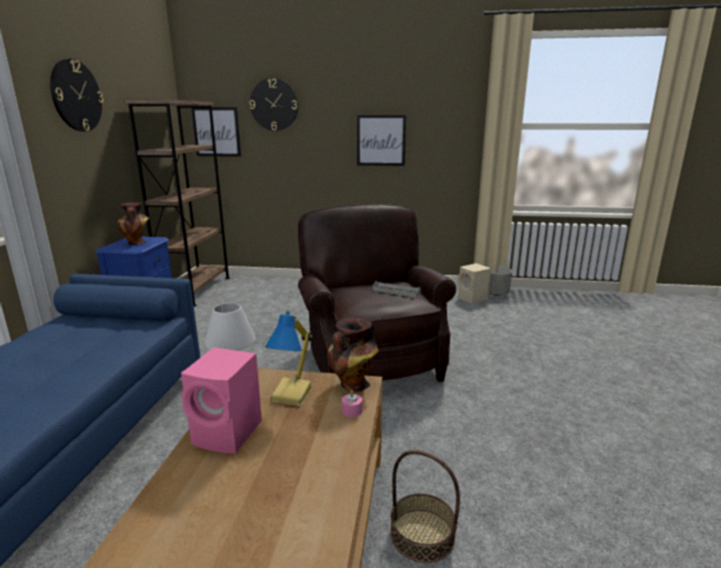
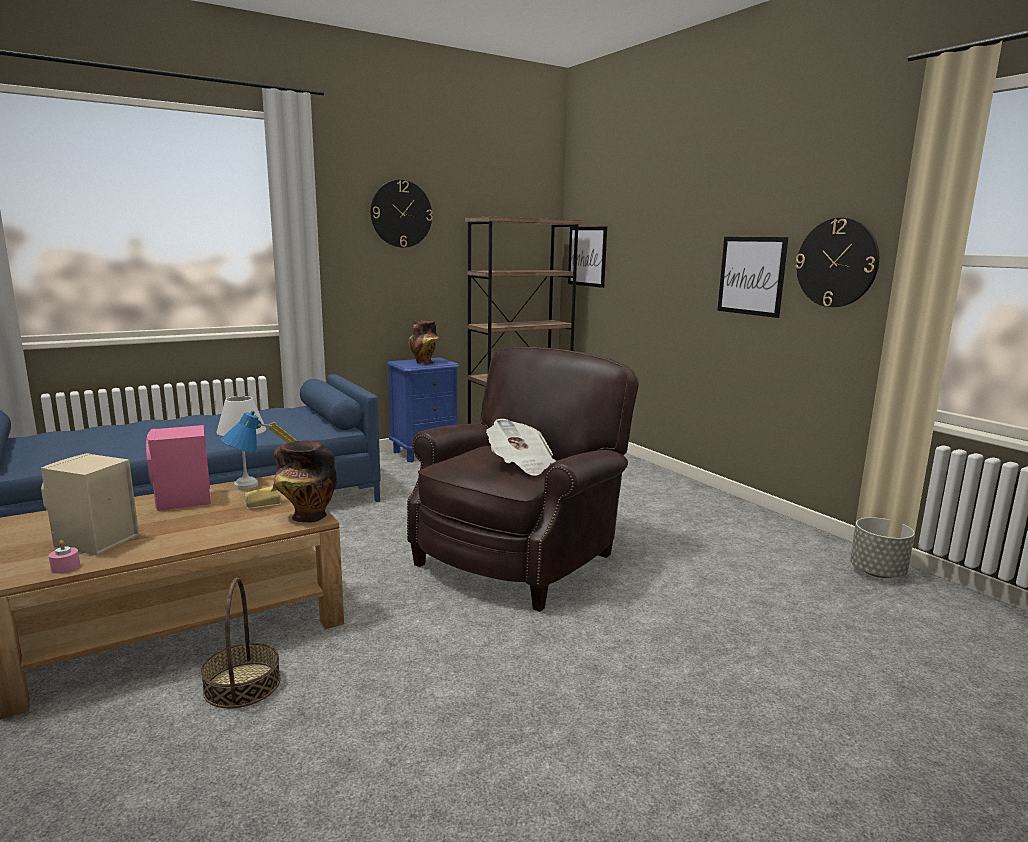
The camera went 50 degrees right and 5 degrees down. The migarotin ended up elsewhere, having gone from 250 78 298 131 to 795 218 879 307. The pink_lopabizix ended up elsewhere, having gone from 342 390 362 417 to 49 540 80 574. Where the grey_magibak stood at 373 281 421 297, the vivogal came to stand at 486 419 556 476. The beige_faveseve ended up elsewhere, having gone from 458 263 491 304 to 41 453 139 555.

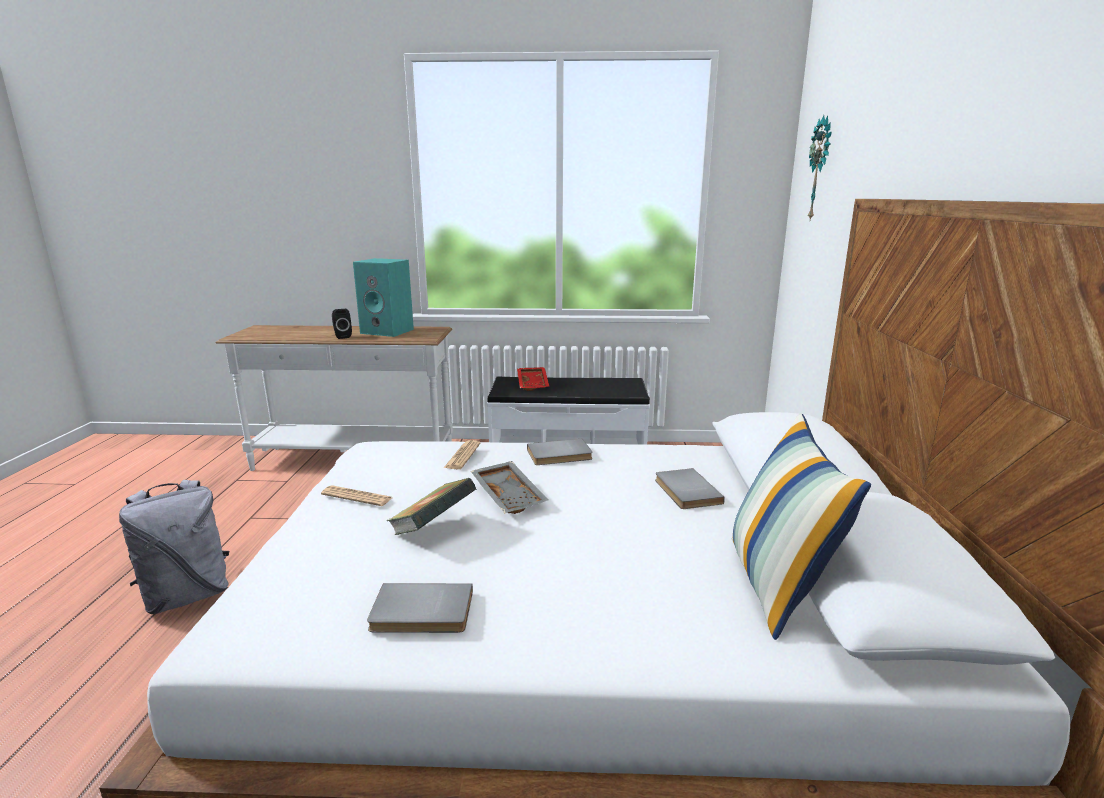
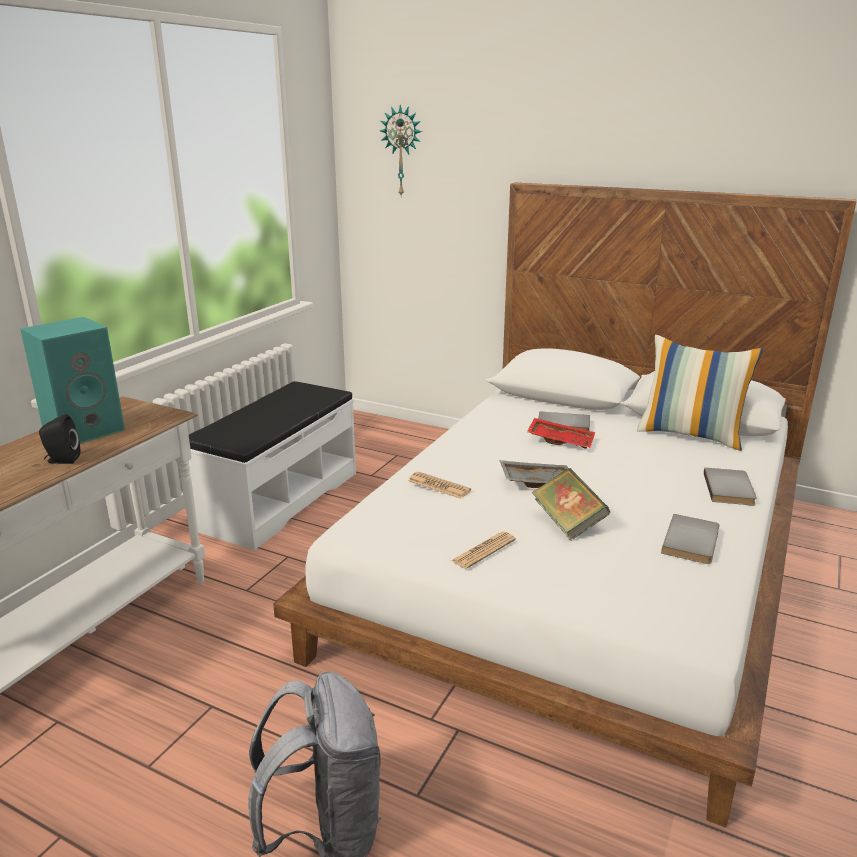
The camera went 65 degrees left and 5 degrees up. The red_magibak ended up elsewhere, having gone from 517 367 549 391 to 527 418 595 449. The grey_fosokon ended up elsewhere, having gone from 527 439 593 465 to 704 468 757 506.

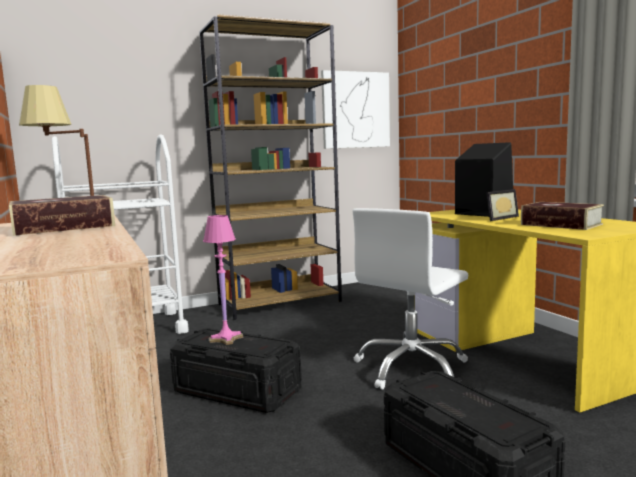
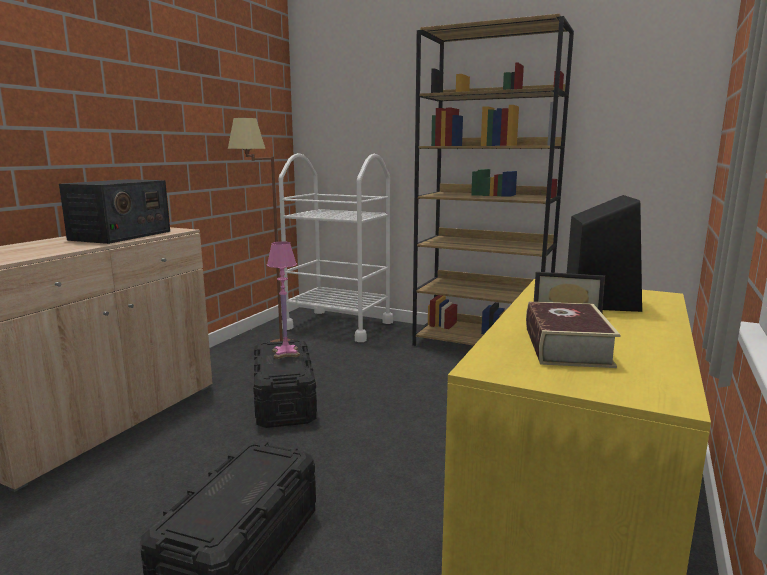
The camera went 50 degrees right and 5 degrees up. Where the fosokon stood at 9 195 115 236, the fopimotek came to stand at 59 179 170 244. The second view lost the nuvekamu at 321 70 390 149. The second view lost the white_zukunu at 353 208 468 390.

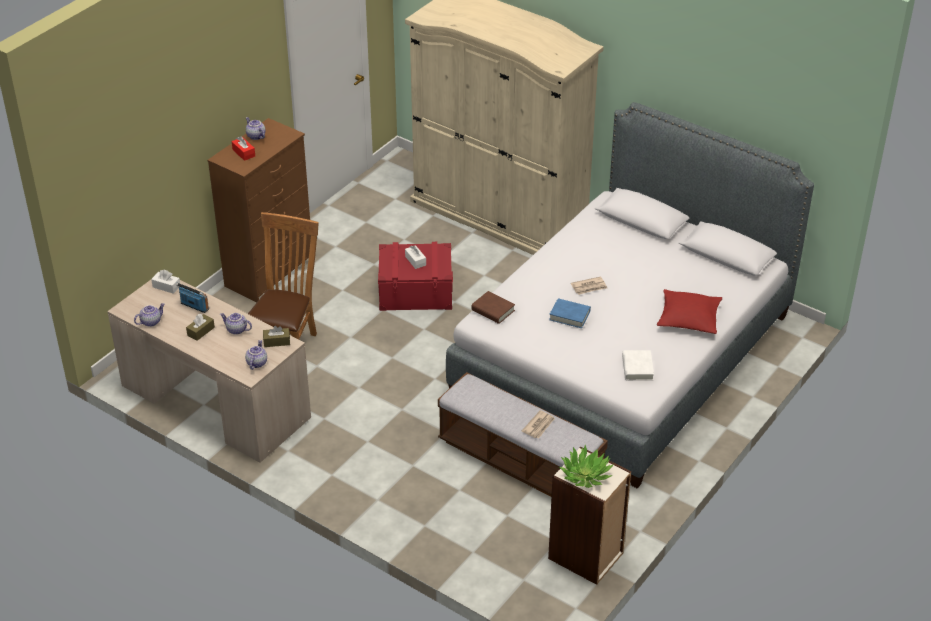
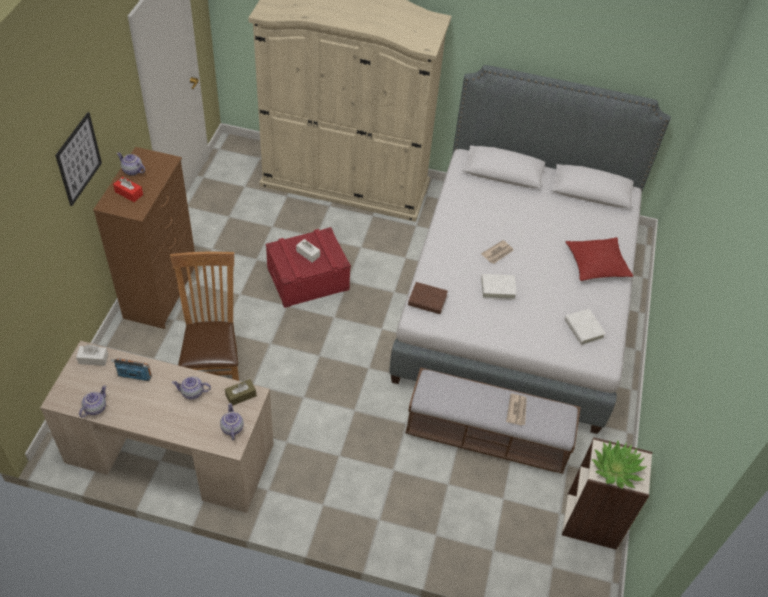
The camera went 25 degrees left and 10 degrees up. The second view lost the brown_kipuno at 186 314 215 341. What was the blue_fosokon at 549 298 591 328 turned into the white_fosokon at 481 274 517 300. The second view gained the nuvekamu at 55 112 102 206.

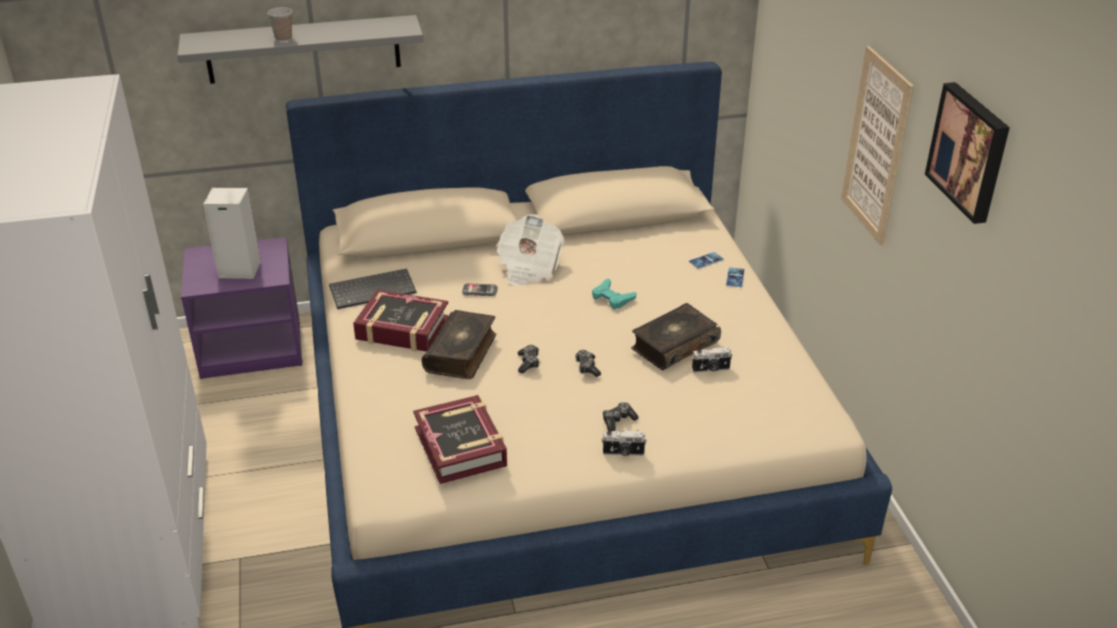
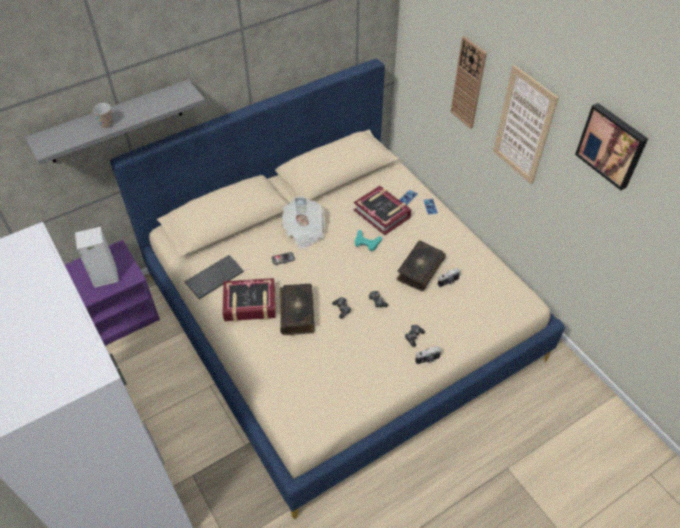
The camera went 20 degrees left and 15 degrees up. The fosokon ended up elsewhere, having gone from 413 395 507 484 to 354 186 411 235. The second view gained the migarotin at 451 36 487 129.

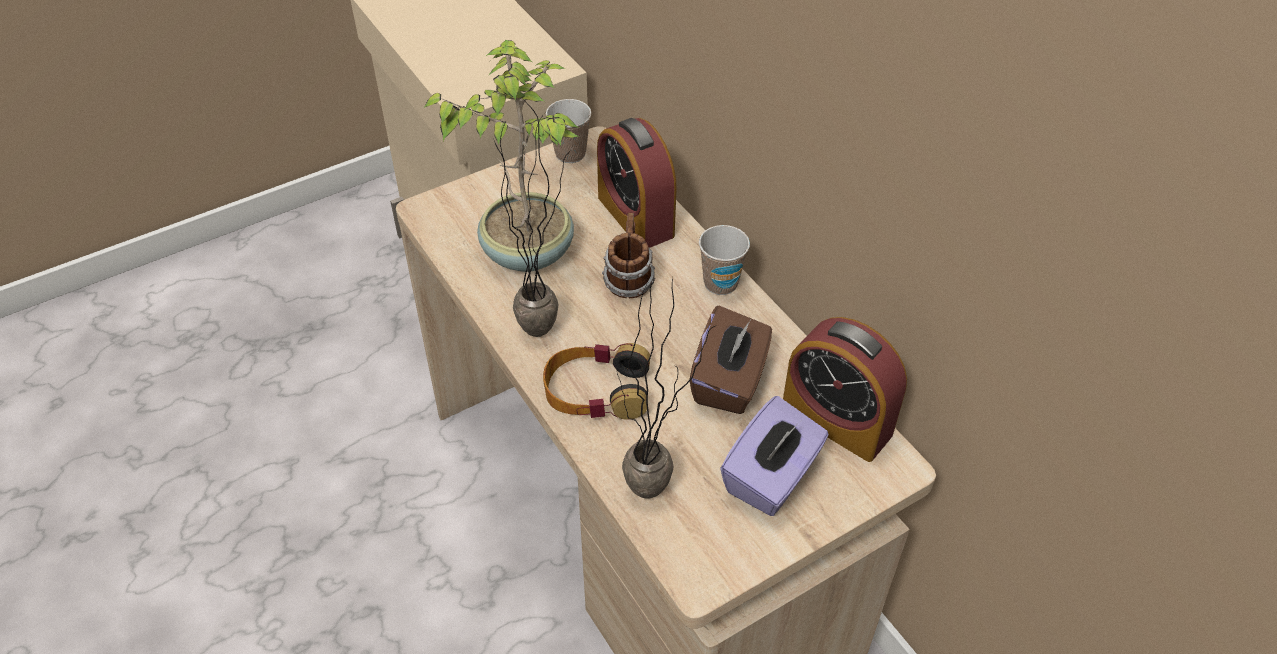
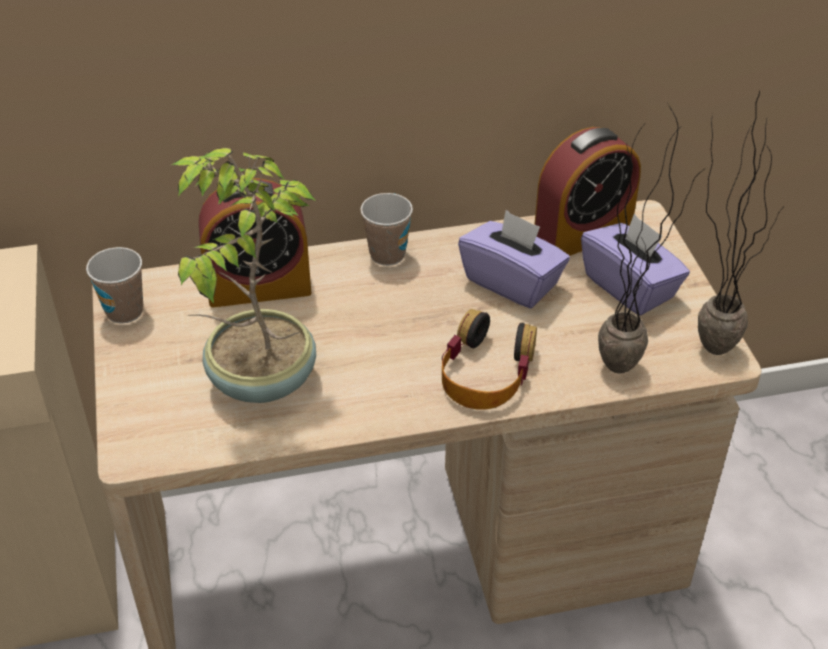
The camera went 70 degrees left and 5 degrees down. The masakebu ended up elsewhere, having gone from 494 98 571 337 to 698 91 785 355. The second view lost the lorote at 602 213 655 299. What was the brown_kipuno at 689 306 772 414 turned into the purple_kipuno at 458 210 570 308.

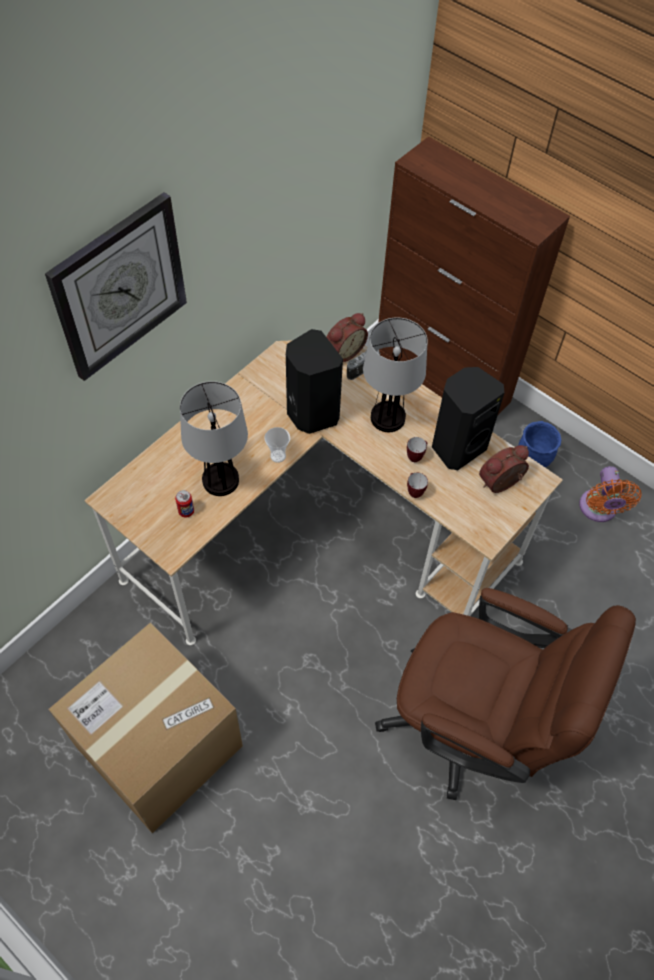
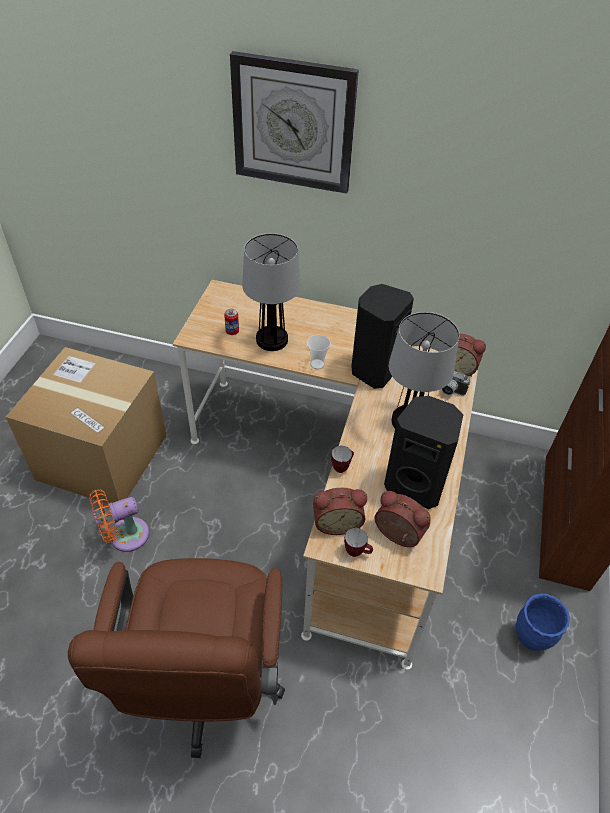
The camera went 65 degrees right and 10 degrees down. The lorote ended up elsewhere, having gone from 407 437 427 462 to 344 528 373 557. The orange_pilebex ended up elsewhere, having gone from 579 466 642 522 to 89 489 149 552. The second view gained the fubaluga at 313 488 367 535.

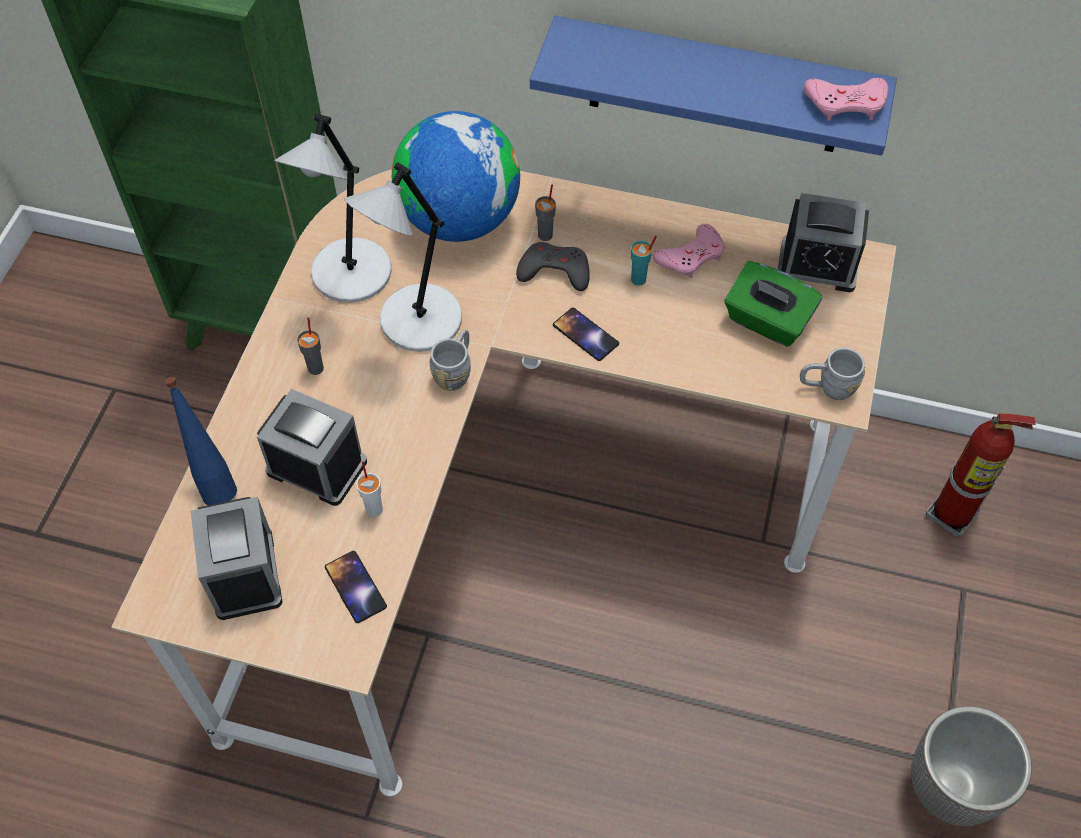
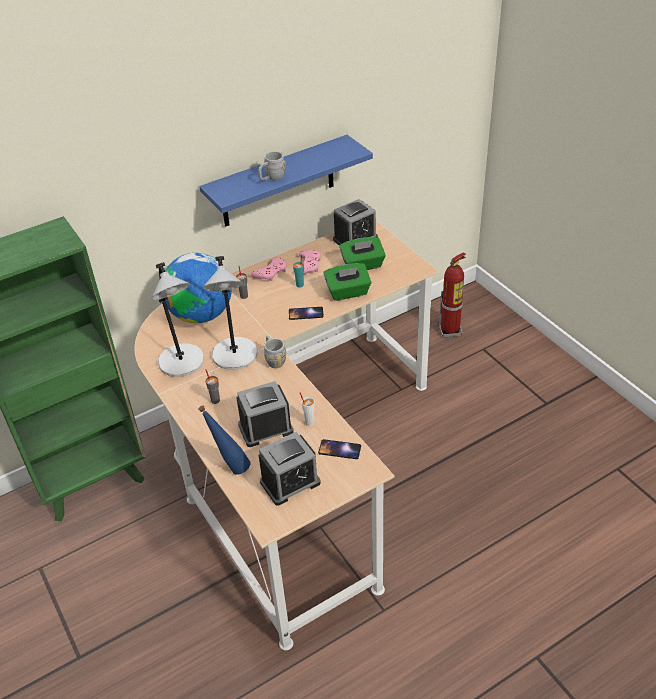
The camera went 45 degrees left and 15 degrees down. The fubaluga at 191 497 282 620 ended up facing another way, 120 degrees clockwise from before. The second view lost the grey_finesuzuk at 516 242 590 291. The grey_lorote ended up elsewhere, having gone from 800 348 865 400 to 258 151 286 181. The pink_finesuzuk ended up elsewhere, having gone from 804 78 888 121 to 251 257 287 281. The second view lost the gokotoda at 911 706 1032 826. The second view gained the green_kipuno at 323 263 372 301.

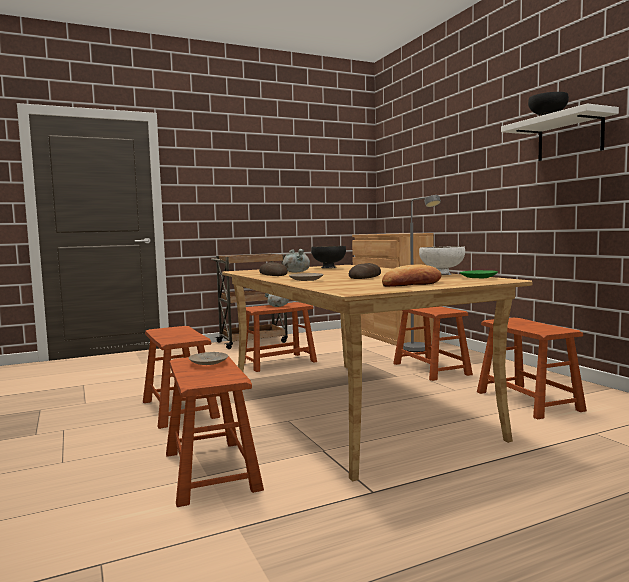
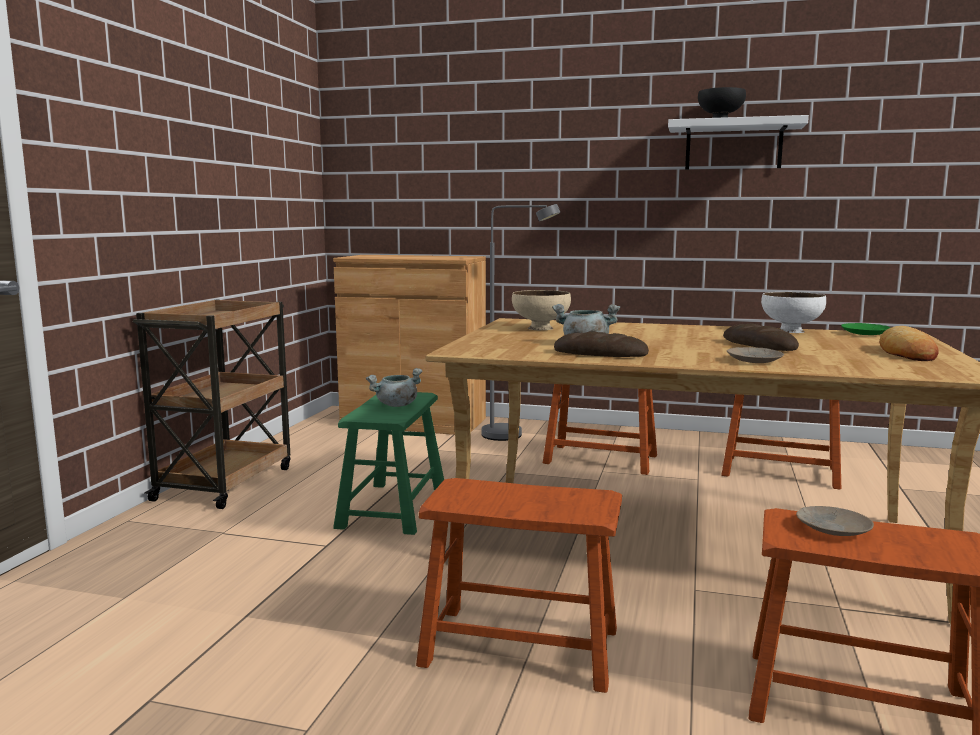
The camera went 50 degrees left and 5 degrees up. What was the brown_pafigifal at 245 302 317 372 turned into the green_pafigifal at 333 392 444 535. What was the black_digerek at 311 246 346 268 turned into the beige_digerek at 512 290 571 330.

